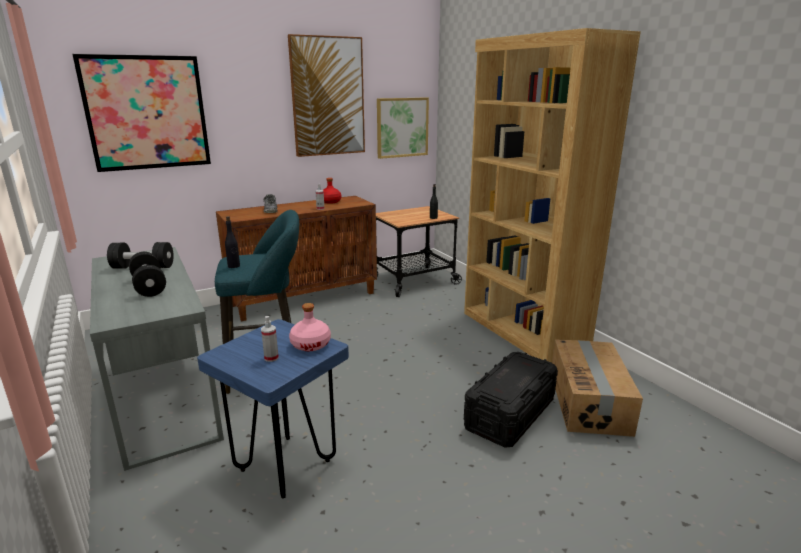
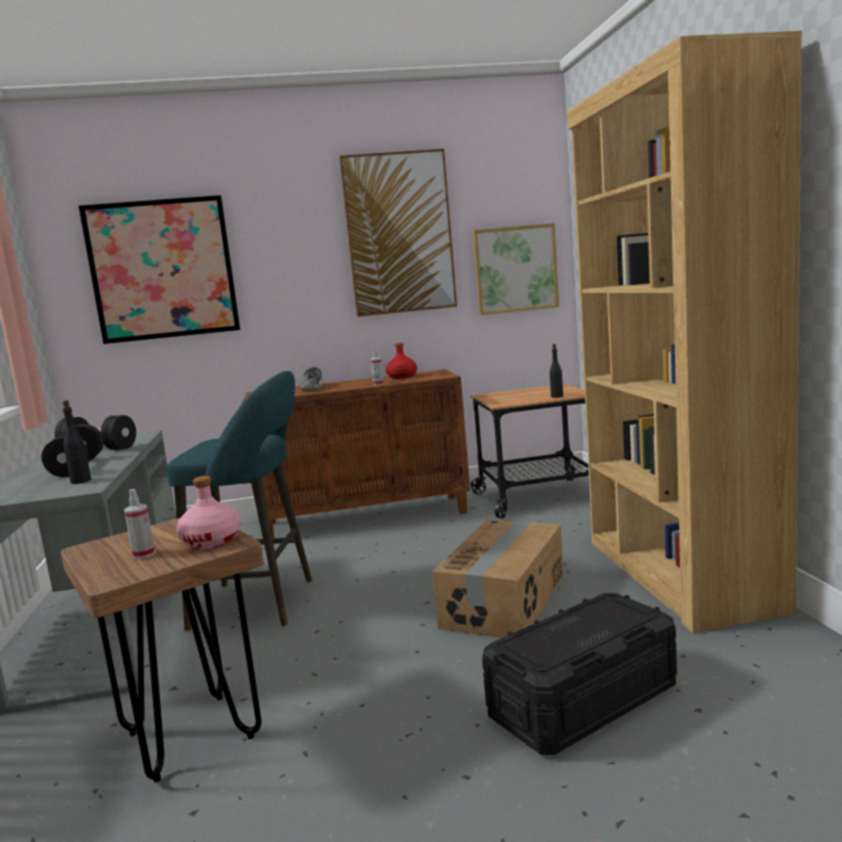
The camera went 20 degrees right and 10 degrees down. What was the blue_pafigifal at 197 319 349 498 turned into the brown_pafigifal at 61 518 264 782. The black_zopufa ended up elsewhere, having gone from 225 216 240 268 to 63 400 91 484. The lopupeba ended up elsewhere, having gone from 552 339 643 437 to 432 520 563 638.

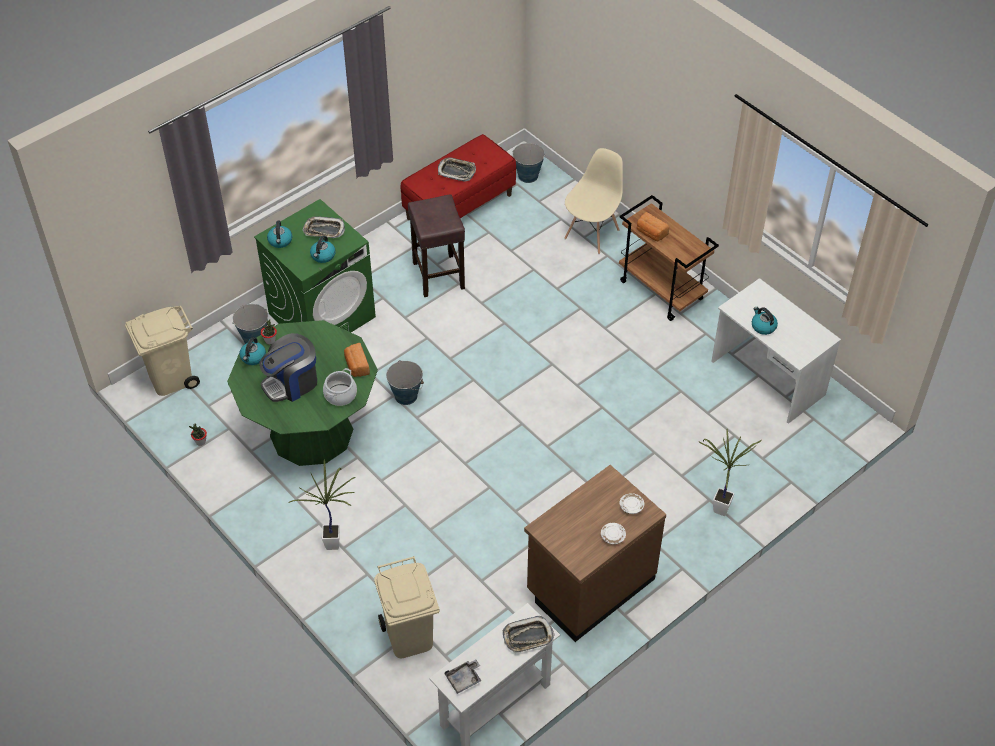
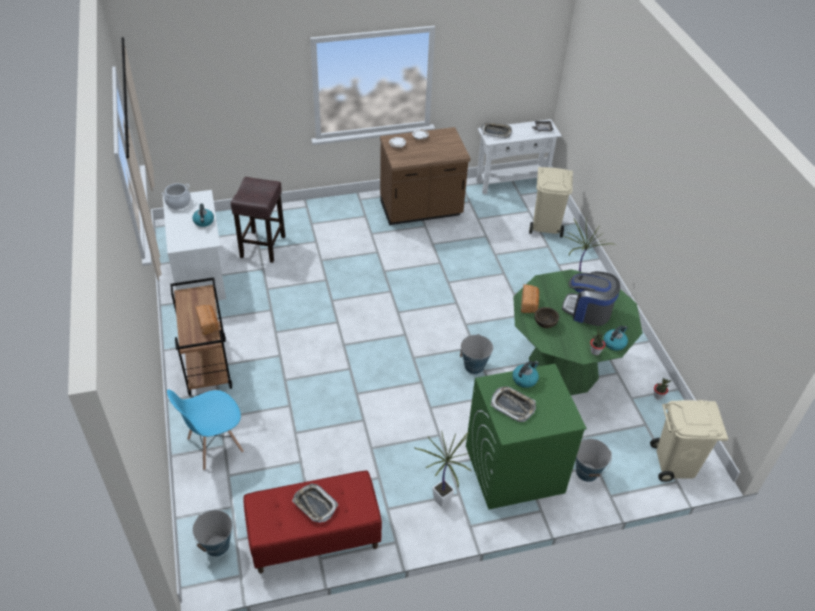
The camera went 155 degrees left and 5 degrees down. The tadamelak at 259 333 317 402 ended up facing another way, 150 degrees counterclockwise from before. The second view lost the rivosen at 267 221 292 248. The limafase ended up elsewhere, having gone from 323 368 357 406 to 162 183 191 209. The brown_pafigifal ended up elsewhere, having gone from 408 194 465 297 to 231 177 285 263. What was the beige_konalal at 564 148 623 254 turned into the blue_konalal at 167 389 244 470. The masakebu ended up elsewhere, having gone from 699 429 762 516 to 414 430 472 508. The second view gained the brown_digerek at 535 307 559 328.

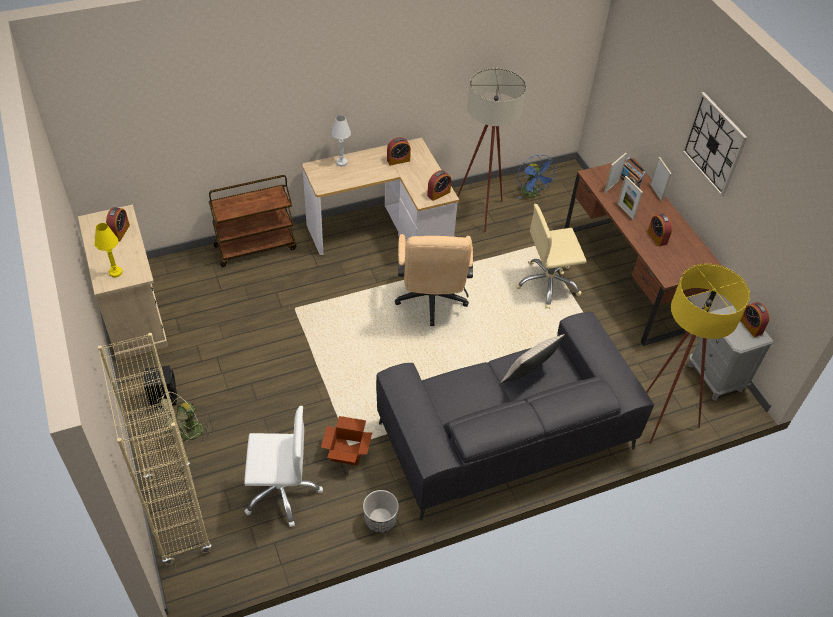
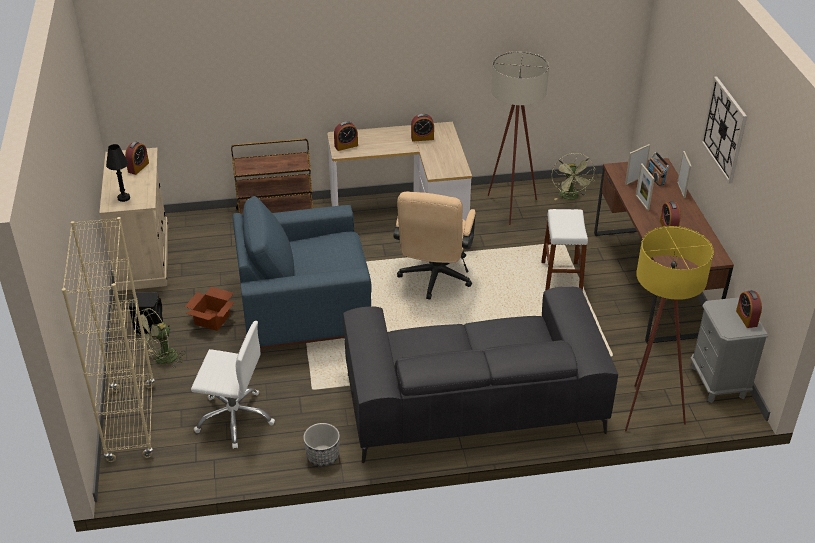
The camera went 15 degrees right and 10 degrees down. What was the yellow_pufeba at 95 223 123 277 turned into the black_pufeba at 106 144 130 202. The lopupeba ended up elsewhere, having gone from 321 416 372 466 to 185 287 235 331. The second view lost the white_pufeba at 331 115 351 166. The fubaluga ended up elsewhere, having gone from 427 170 451 201 to 334 121 358 151. The second view lost the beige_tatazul at 501 334 565 383. Where the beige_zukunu stood at 516 204 587 309, the white_pafigifal came to stand at 541 209 588 291. What was the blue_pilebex at 517 155 558 199 turned into the green_pilebex at 551 153 595 200. The second view gained the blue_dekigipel at 233 196 372 349.

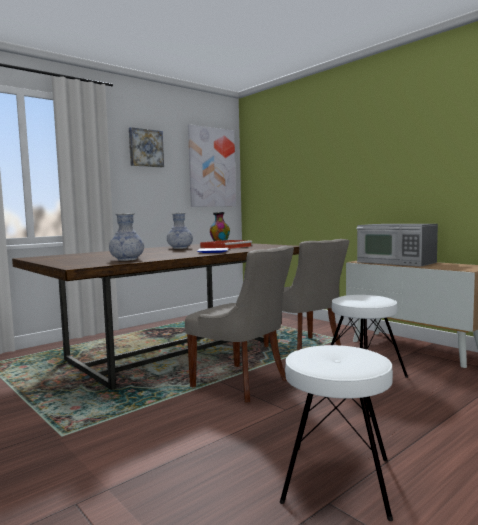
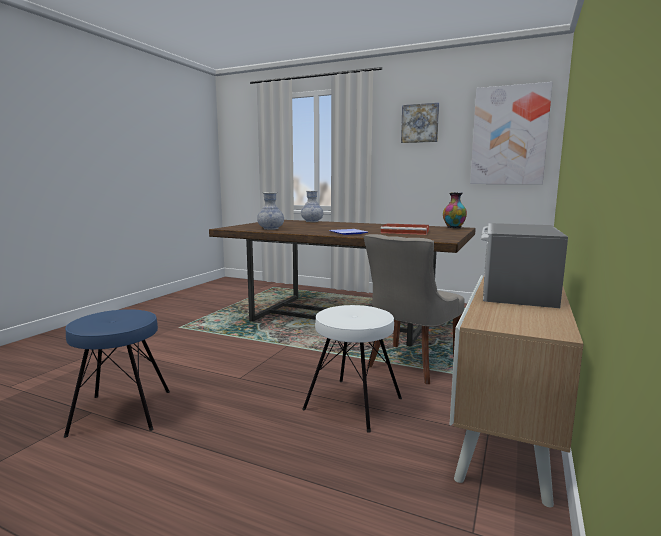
The camera went 65 degrees right and 5 degrees up. The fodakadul ended up elsewhere, having gone from 167 213 193 249 to 301 191 323 222. The second view lost the grey_konalal at 185 246 294 402. What was the white_pafigifal at 280 345 393 521 turned into the blue_pafigifal at 64 309 170 438.

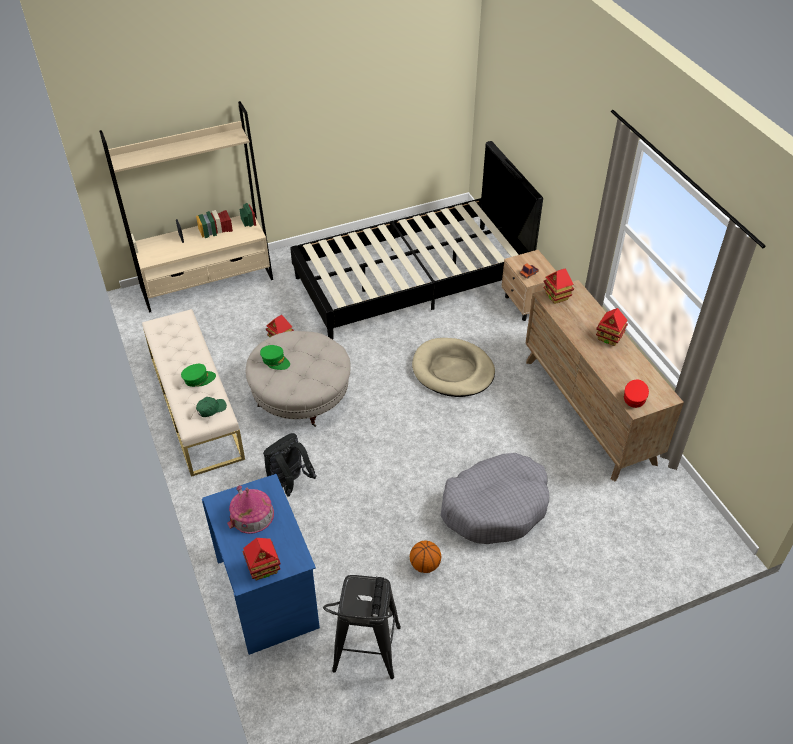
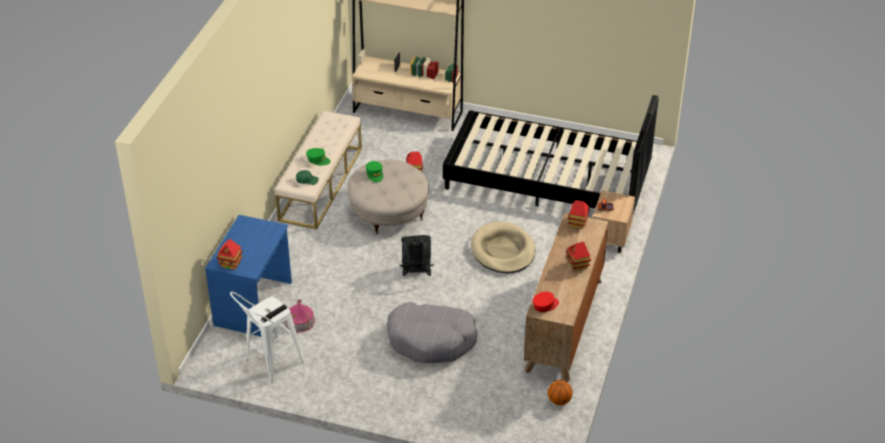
The camera went 40 degrees right and 5 degrees down. The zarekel ended up elsewhere, having gone from 227 485 274 534 to 285 299 315 332. The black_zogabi ended up elsewhere, having gone from 263 433 317 497 to 399 235 433 277. What was the black_pafigifal at 323 575 401 679 turned into the white_pafigifal at 230 292 304 383. The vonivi ended up elsewhere, having gone from 410 541 441 573 to 548 380 573 405.

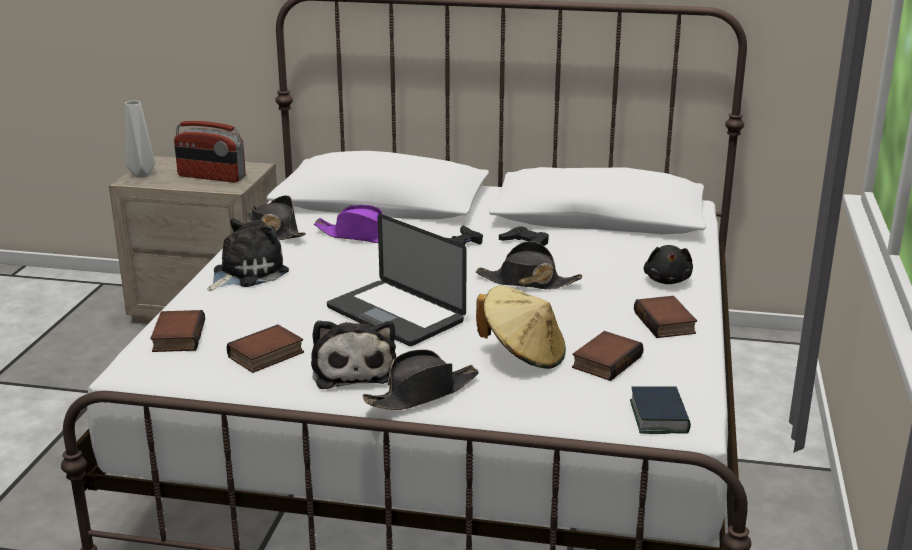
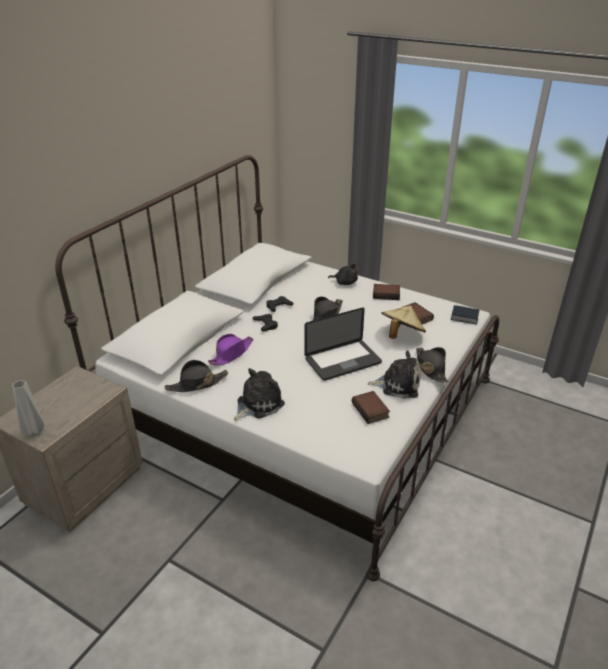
The camera went 70 degrees left and 10 degrees up. The second view lost the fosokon at 150 310 205 352. The second view lost the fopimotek at 174 121 246 183. The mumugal at 207 218 289 291 ended up facing another way, 75 degrees clockwise from before.

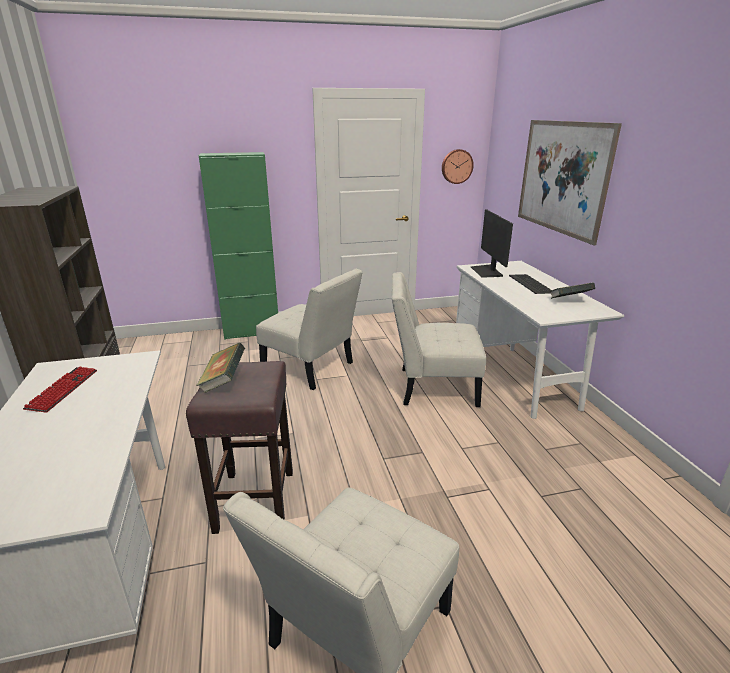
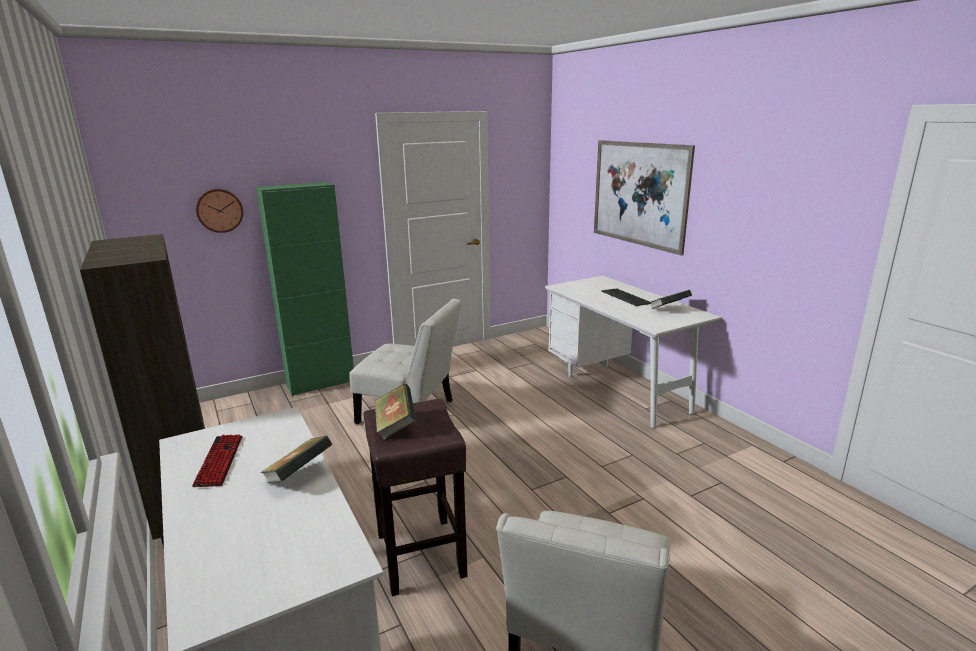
The camera went 15 degrees left and 5 degrees down. The second view lost the white_konalal at 392 272 486 407. The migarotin ended up elsewhere, having gone from 442 149 474 184 to 196 189 243 233. The second view lost the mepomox at 471 209 513 278. The second view gained the fosokon at 260 436 332 483.

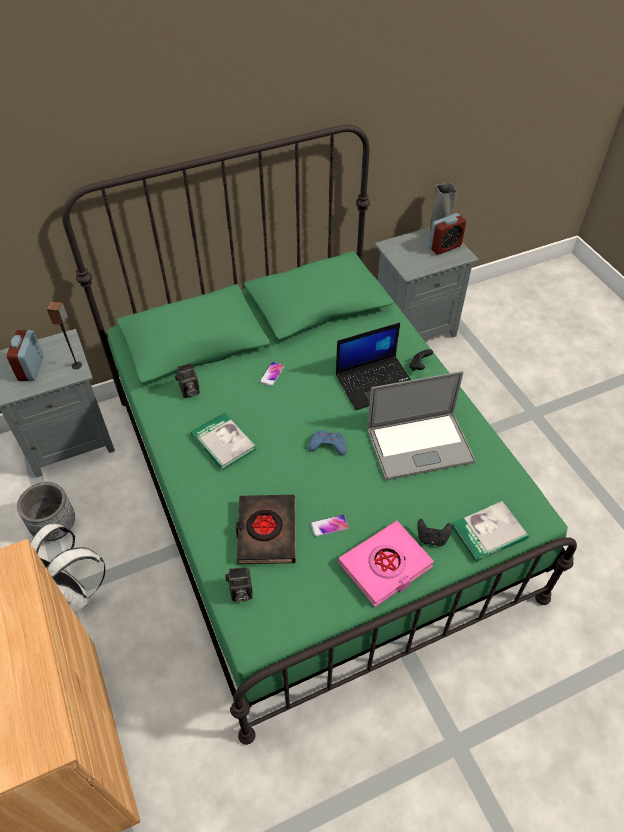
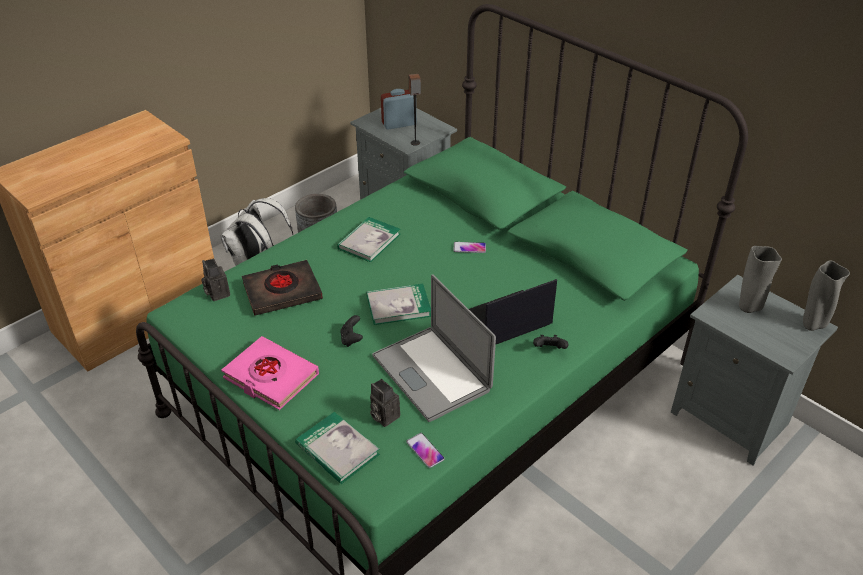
The camera went 70 degrees right and 10 degrees down. The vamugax ended up elsewhere, having gone from 175 363 200 398 to 370 379 400 427. Where the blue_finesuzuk stood at 308 430 347 456, the fosokon came to stand at 366 284 431 325. The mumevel ended up elsewhere, having gone from 310 515 349 537 to 406 433 445 468. The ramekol at 336 323 411 410 ended up facing another way, 105 degrees clockwise from before. The black_finesuzuk ended up elsewhere, having gone from 417 519 452 546 to 340 315 363 347. The second view lost the fubaluga at 429 213 466 255. The second view gained the grey_fodakadul at 739 246 782 313.

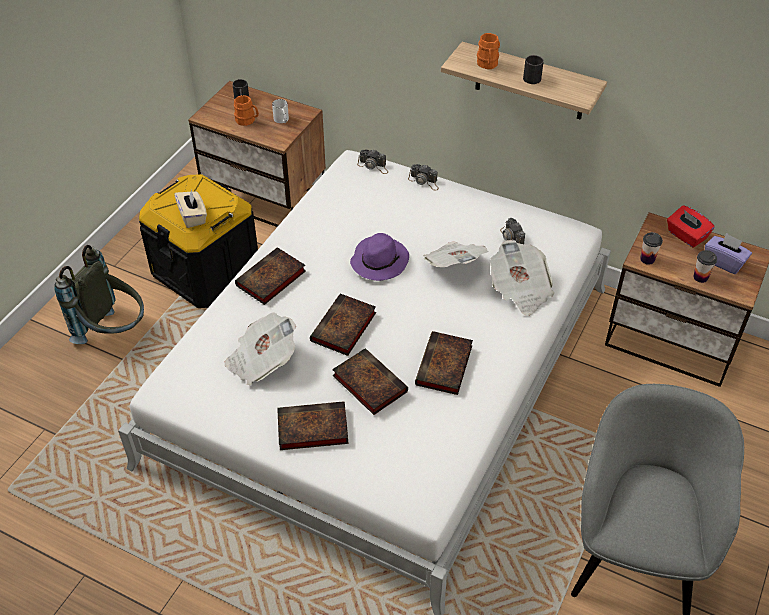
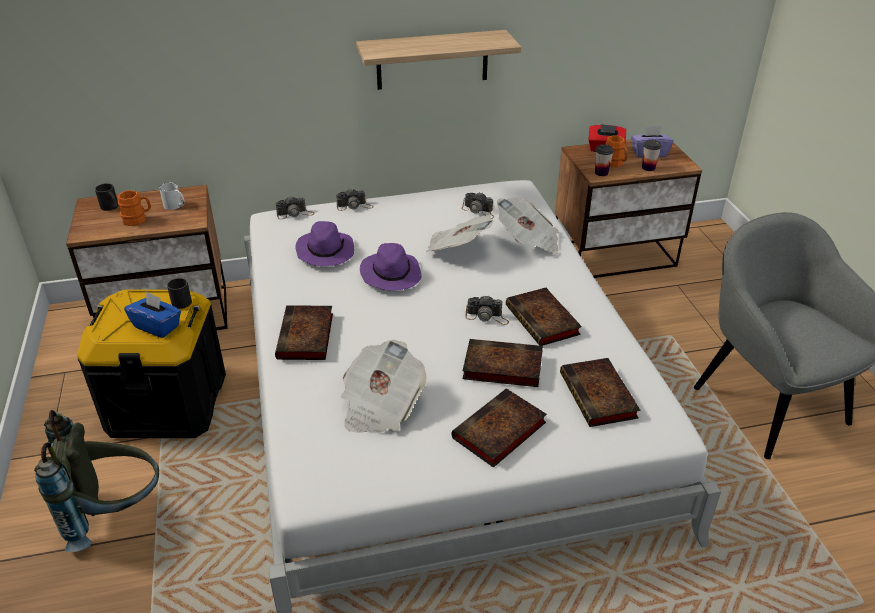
The camera went 40 degrees left and 10 degrees down. What was the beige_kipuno at 174 189 207 228 turned into the blue_kipuno at 124 291 181 338. The fosokon ended up elsewhere, having gone from 310 294 376 356 to 560 358 640 427. The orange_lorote ended up elsewhere, having gone from 477 33 500 69 to 605 136 628 167. The black_lorote ended up elsewhere, having gone from 523 55 544 84 to 167 278 192 309. The second view gained the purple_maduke at 295 221 354 266. The second view gained the vamugax at 465 295 509 325.

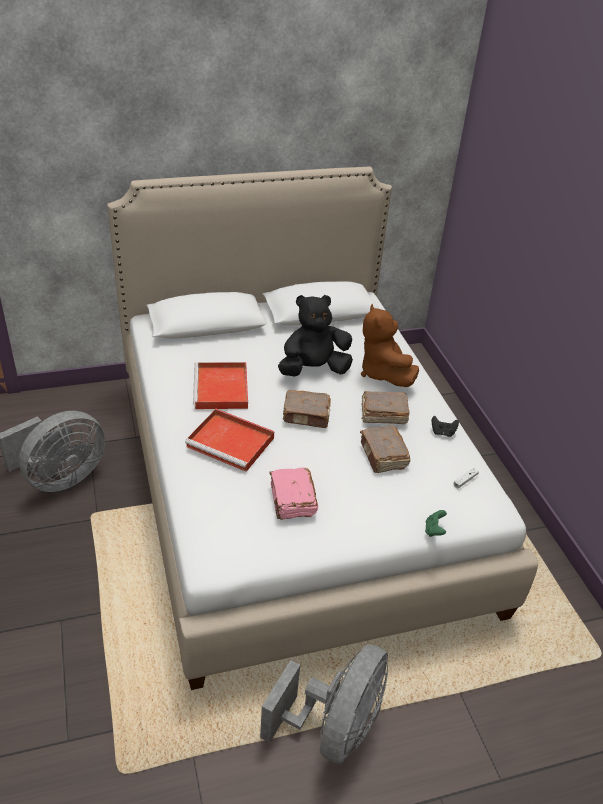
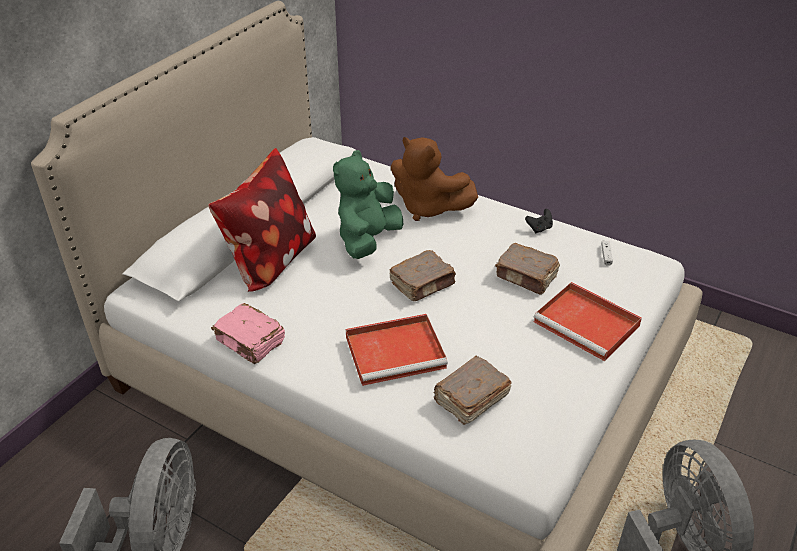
The camera went 40 degrees left and 0 degrees up. The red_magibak ended up elsewhere, having gone from 193 362 248 409 to 533 282 642 361. The pink_fosokon ended up elsewhere, having gone from 269 468 318 520 to 211 303 285 364. What was the black_mumugal at 278 295 353 377 turned into the green_mumugal at 333 150 403 259. The brown_fosokon ended up elsewhere, having gone from 362 391 409 424 to 433 356 512 425. The second view lost the green_finesuzuk at 425 510 447 537. The second view gained the tatazul at 208 148 316 292.

